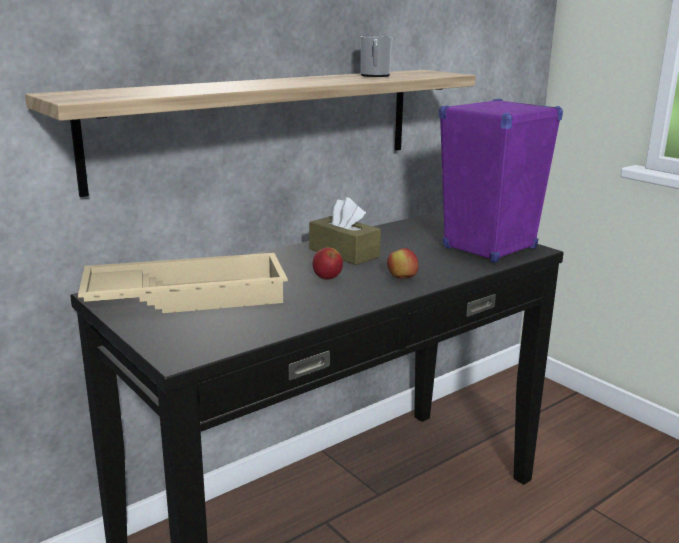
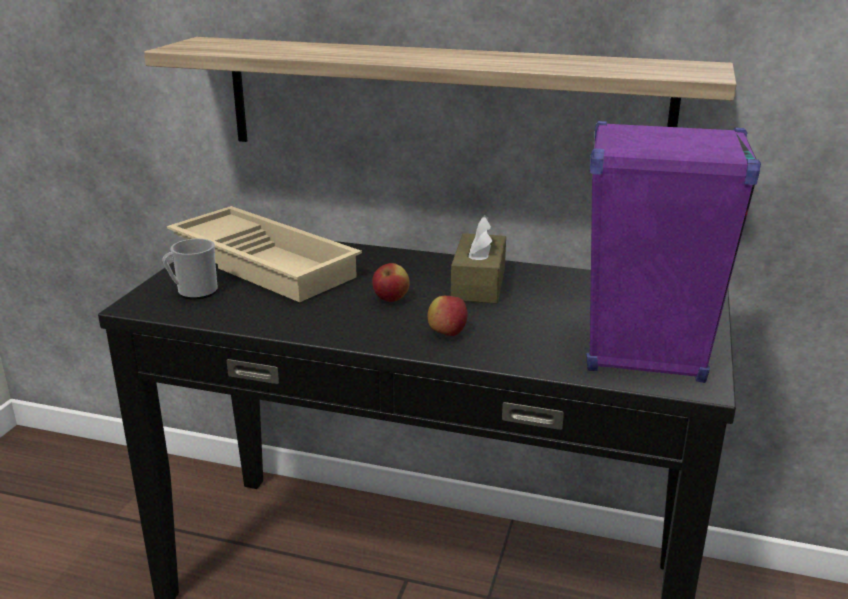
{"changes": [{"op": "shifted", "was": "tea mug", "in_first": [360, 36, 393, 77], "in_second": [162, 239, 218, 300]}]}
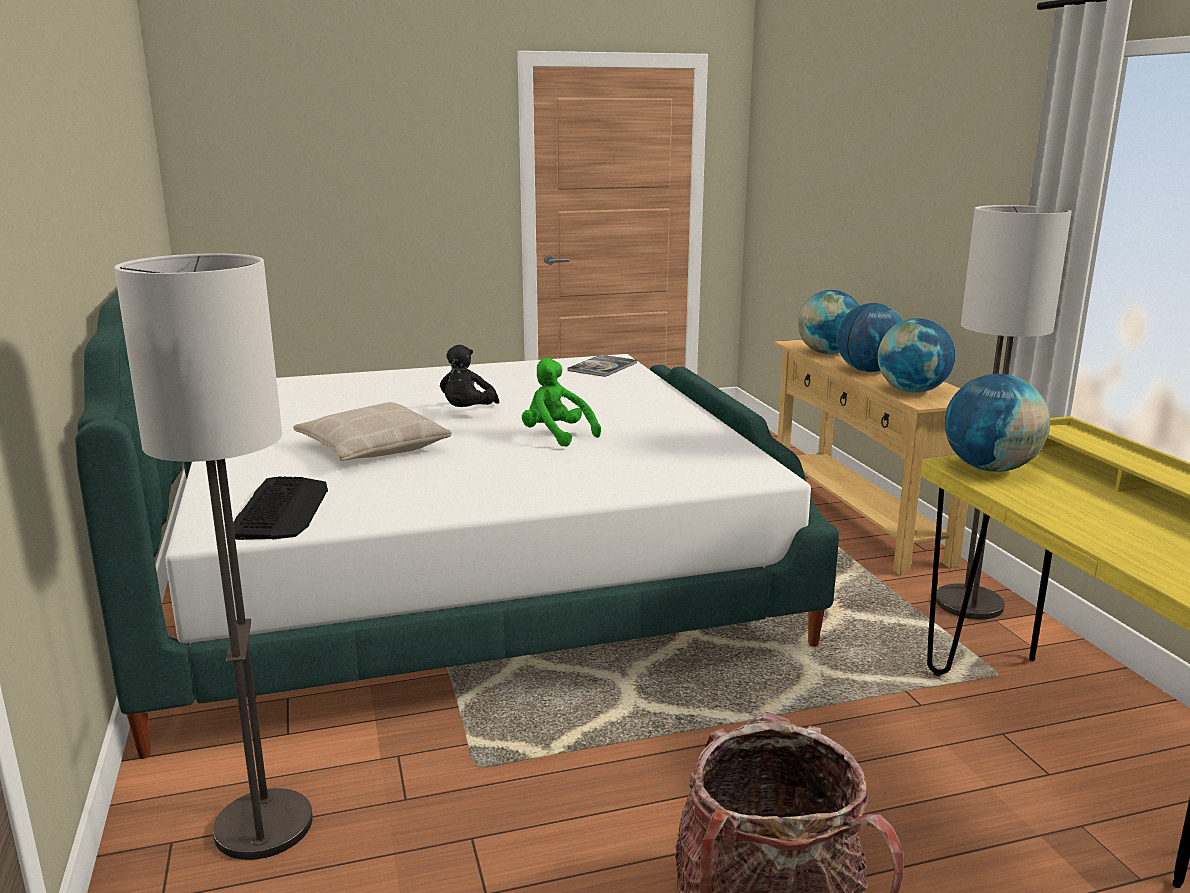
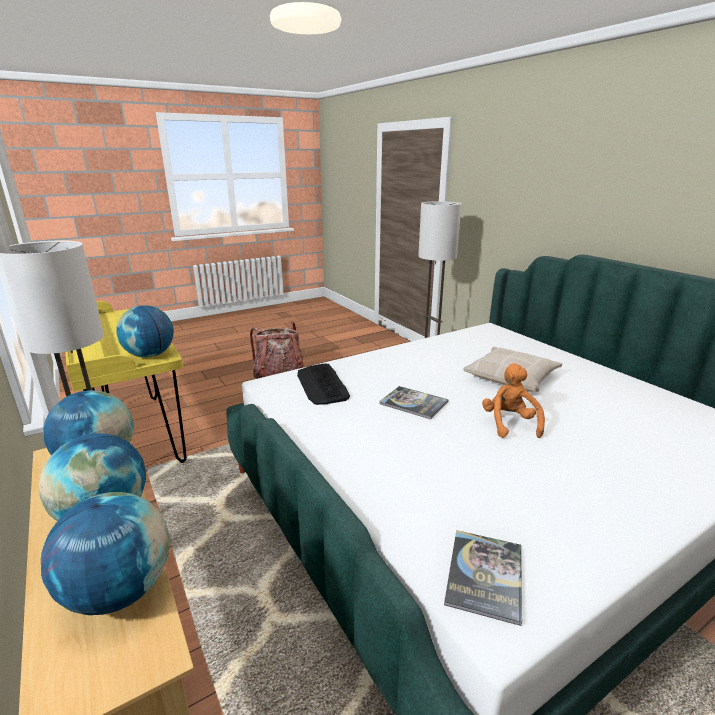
{"changes": [{"op": "shifted", "was": "PC keyboard", "in_first": [233, 477, 328, 540], "in_second": [297, 363, 350, 405]}, {"op": "swapped", "was": "soft toy (greenish)", "now": "bound book", "in_first": [522, 358, 601, 447], "in_second": [379, 386, 449, 419]}, {"op": "repainted", "was": "soft toy (blackish)", "now": "soft toy (orange-coloured)", "in_first": [440, 345, 499, 407], "in_second": [482, 363, 545, 438]}]}
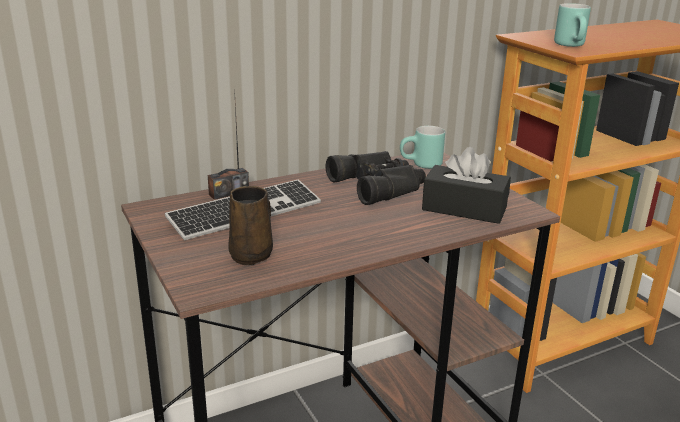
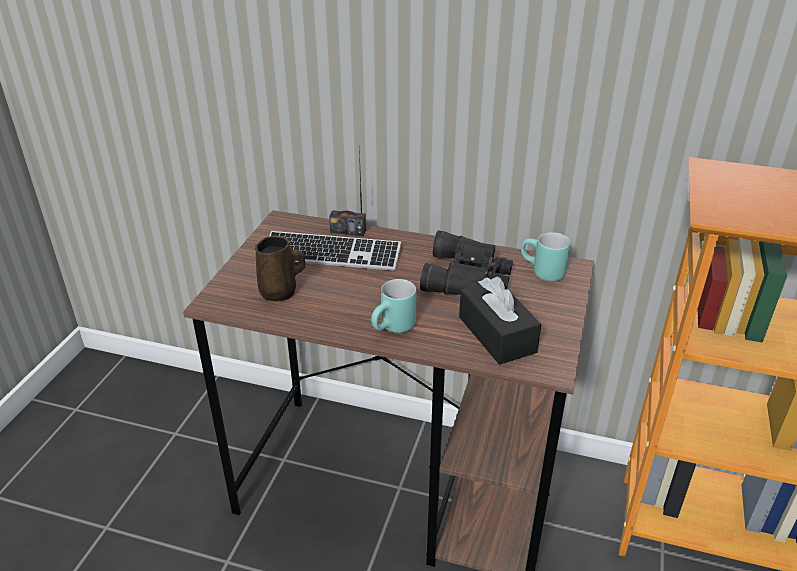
{"changes": [{"op": "shifted", "was": "tea mug (turquoise)", "in_first": [554, 3, 591, 47], "in_second": [371, 279, 416, 333]}]}
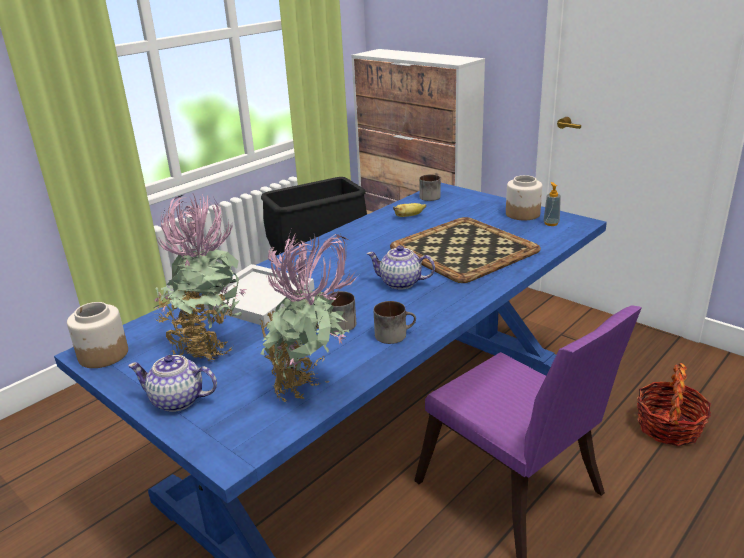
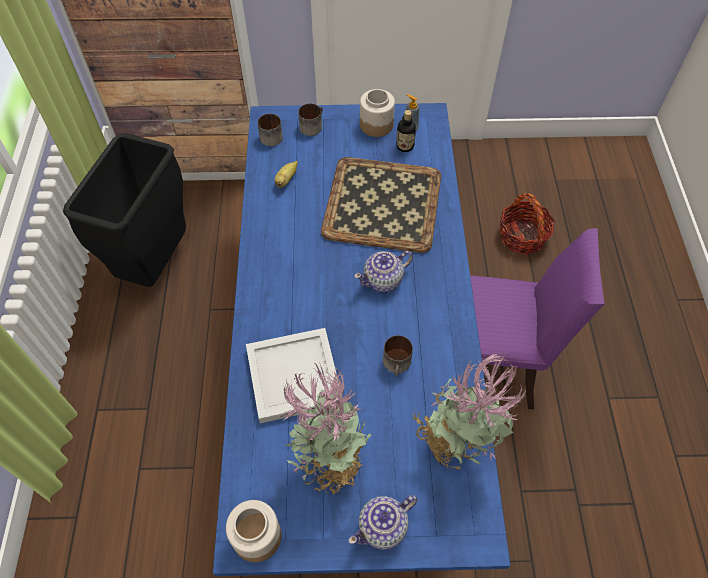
{"changes": [{"op": "new", "now": "drink bottle", "in_second": [396, 110, 416, 152]}, {"op": "shifted", "was": "tea mug", "in_first": [374, 301, 416, 344], "in_second": [298, 103, 323, 136]}]}
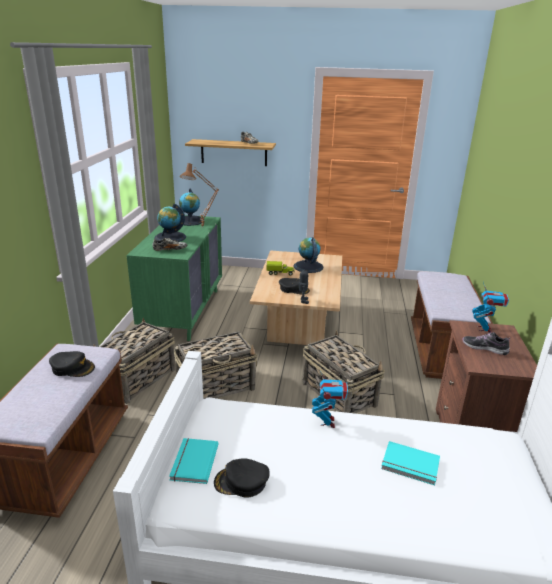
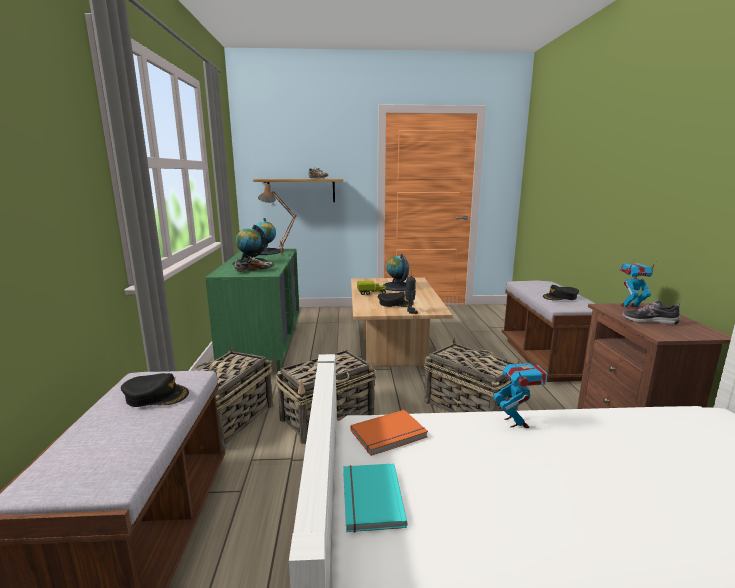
{"changes": [{"op": "gone", "was": "bound book (turquoise)", "in_first": [381, 441, 440, 485]}, {"op": "new", "now": "bound book (orange-coloured)", "in_second": [351, 410, 428, 456]}, {"op": "shifted", "was": "cap (blackish)", "in_first": [214, 458, 270, 498], "in_second": [543, 285, 579, 300]}, {"op": "rotated", "was": "model robot", "in_first": [472, 283, 509, 333], "in_second": [620, 259, 657, 309], "clockwise": -90}]}
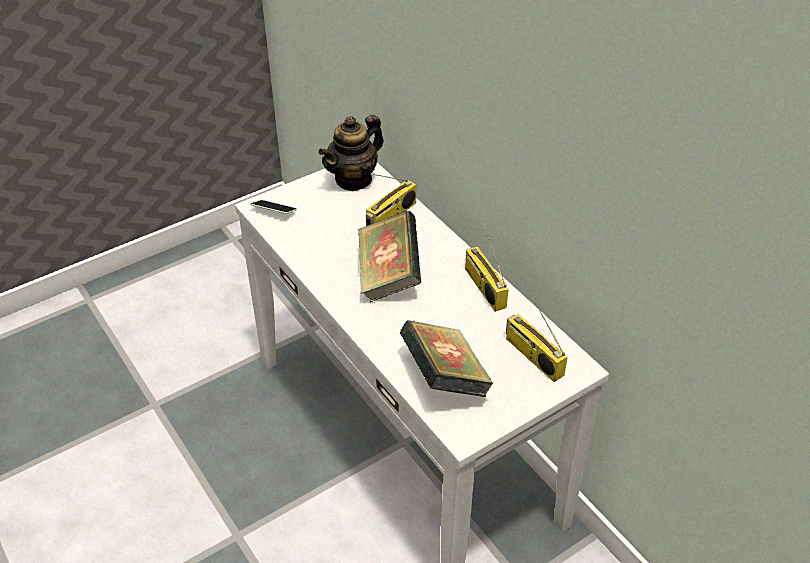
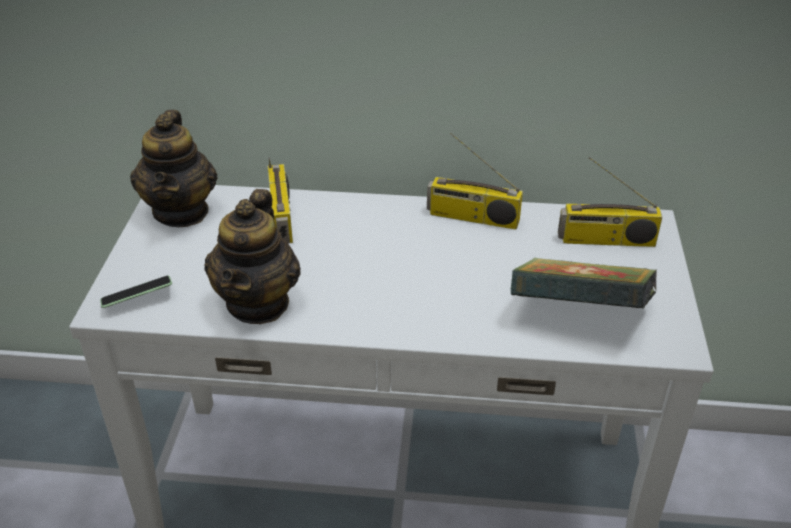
{"changes": [{"op": "gone", "was": "bound book", "in_first": [358, 210, 421, 302]}, {"op": "new", "now": "pot for tea", "in_second": [204, 189, 301, 324]}]}
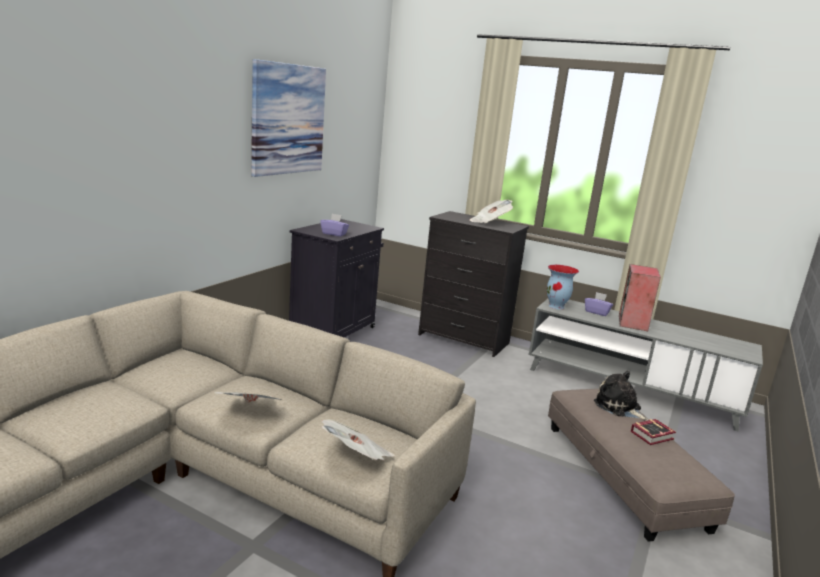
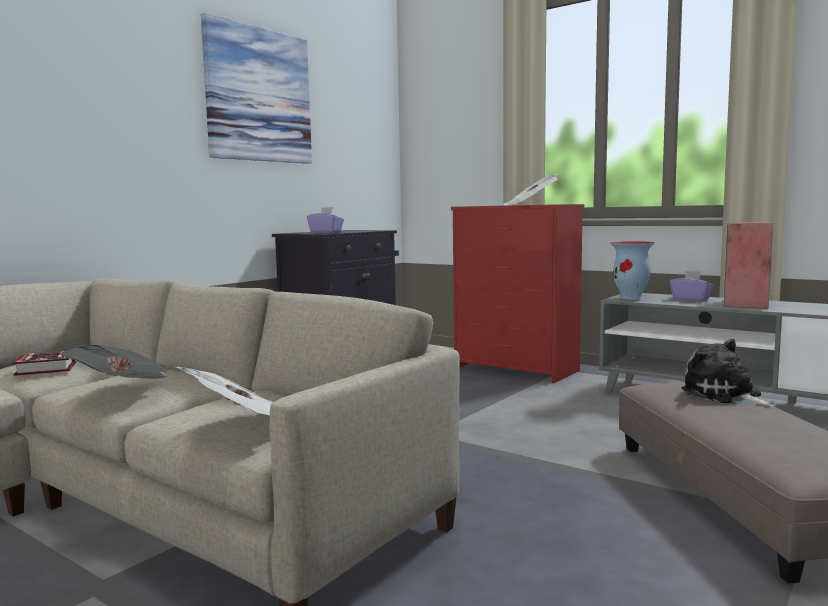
{"changes": [{"op": "shifted", "was": "bound book", "in_first": [631, 419, 676, 445], "in_second": [12, 351, 76, 376]}, {"op": "repainted", "was": "chest of drawers (blackish)", "now": "chest of drawers (red-coloured)", "in_first": [418, 211, 529, 357], "in_second": [451, 204, 584, 383]}]}
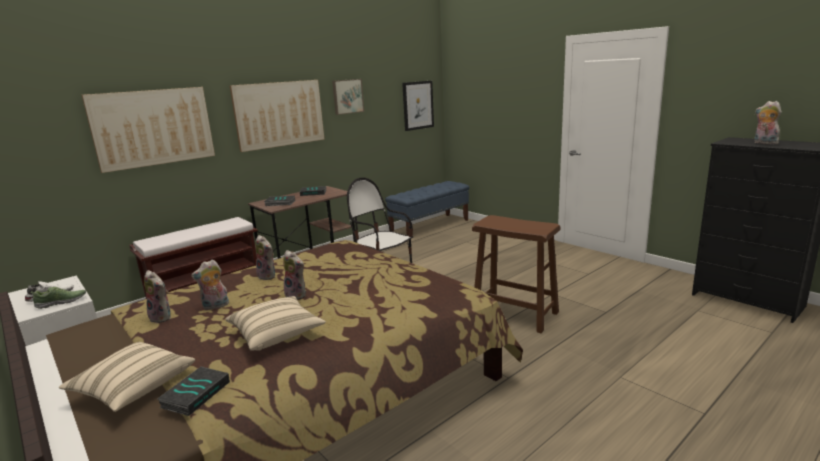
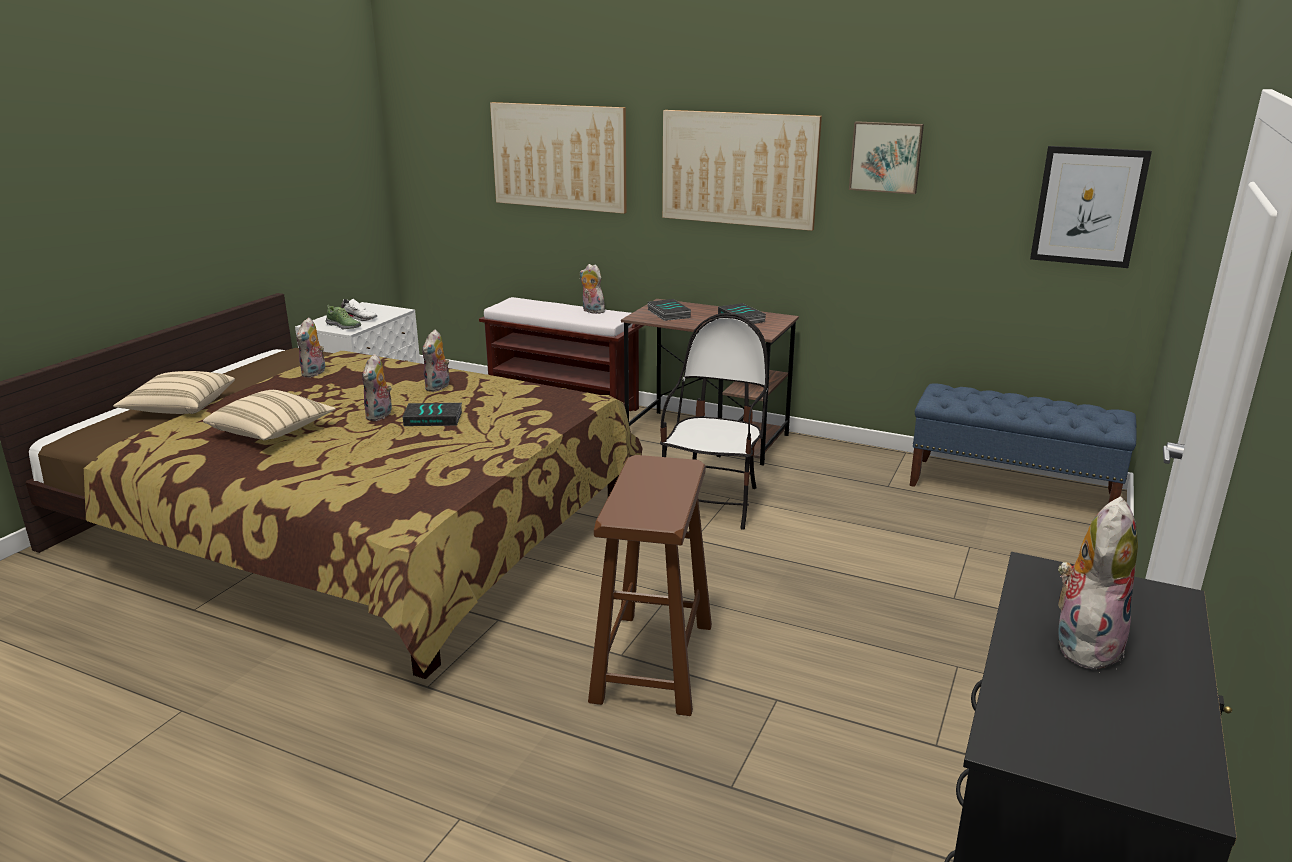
{"changes": [{"op": "shifted", "was": "bound book", "in_first": [157, 366, 230, 416], "in_second": [403, 403, 462, 426]}, {"op": "shifted", "was": "soft toy", "in_first": [191, 260, 229, 310], "in_second": [580, 264, 605, 314]}]}
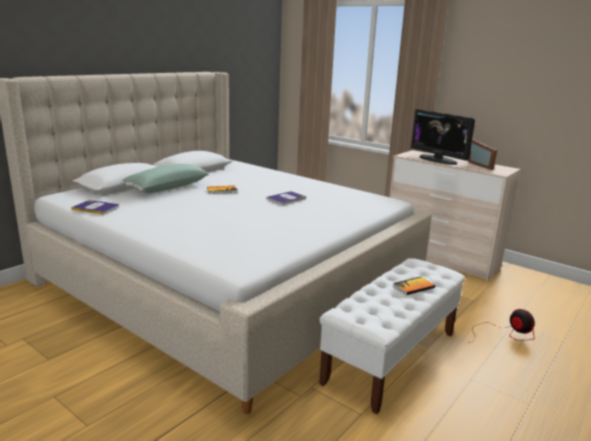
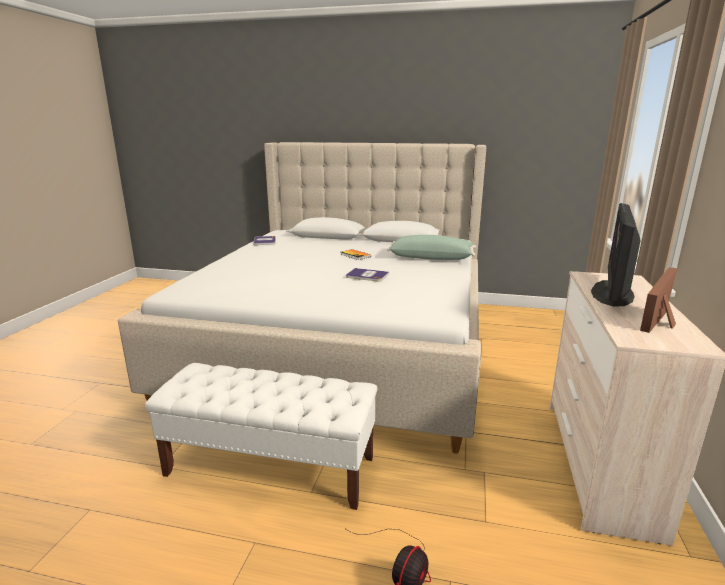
{"changes": [{"op": "gone", "was": "bound book", "in_first": [393, 277, 435, 295]}, {"op": "shifted", "was": "cushion (greenish)", "in_first": [121, 164, 209, 193], "in_second": [387, 235, 476, 260]}]}
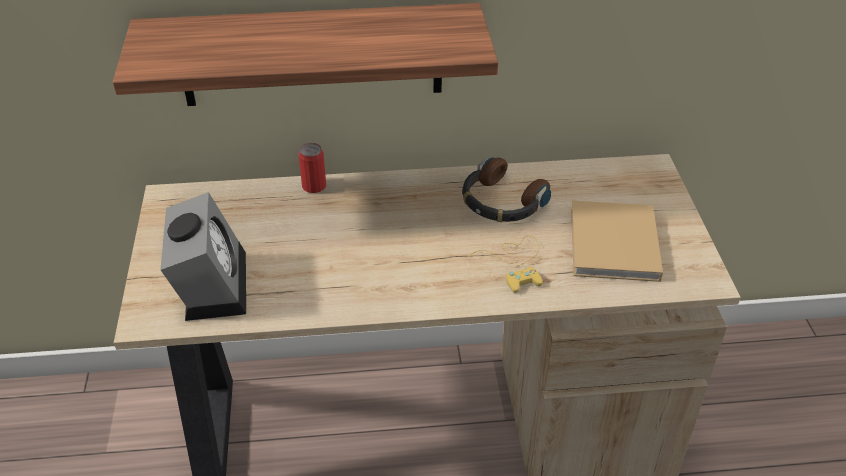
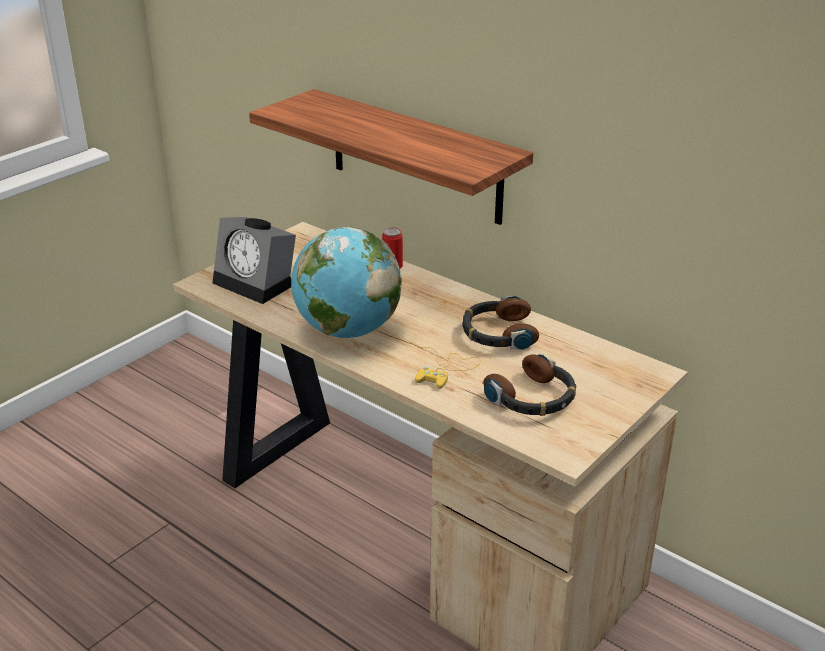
{"changes": [{"op": "new", "now": "world globe", "in_second": [291, 227, 402, 338]}, {"op": "swapped", "was": "bound book (beige)", "now": "headphones", "in_first": [571, 201, 663, 282], "in_second": [483, 354, 576, 416]}, {"op": "rotated", "was": "table clock", "in_first": [160, 192, 246, 321], "in_second": [212, 217, 296, 304], "clockwise": 90}]}
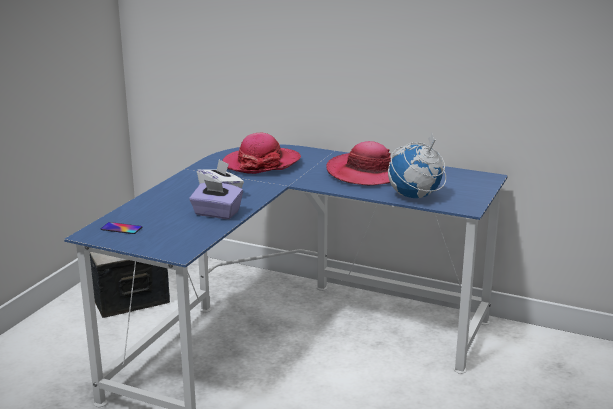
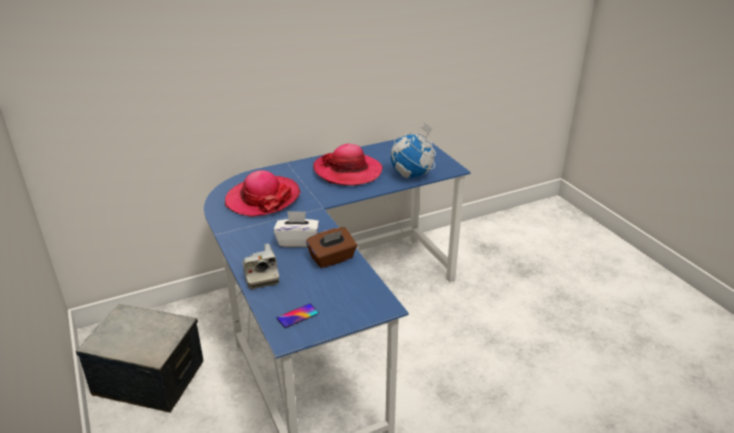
{"changes": [{"op": "new", "now": "photo camera", "in_second": [242, 244, 279, 289]}, {"op": "repainted", "was": "tissue box (purplish)", "now": "tissue box (brown-coloured)", "in_first": [189, 180, 243, 219], "in_second": [306, 228, 357, 268]}]}
